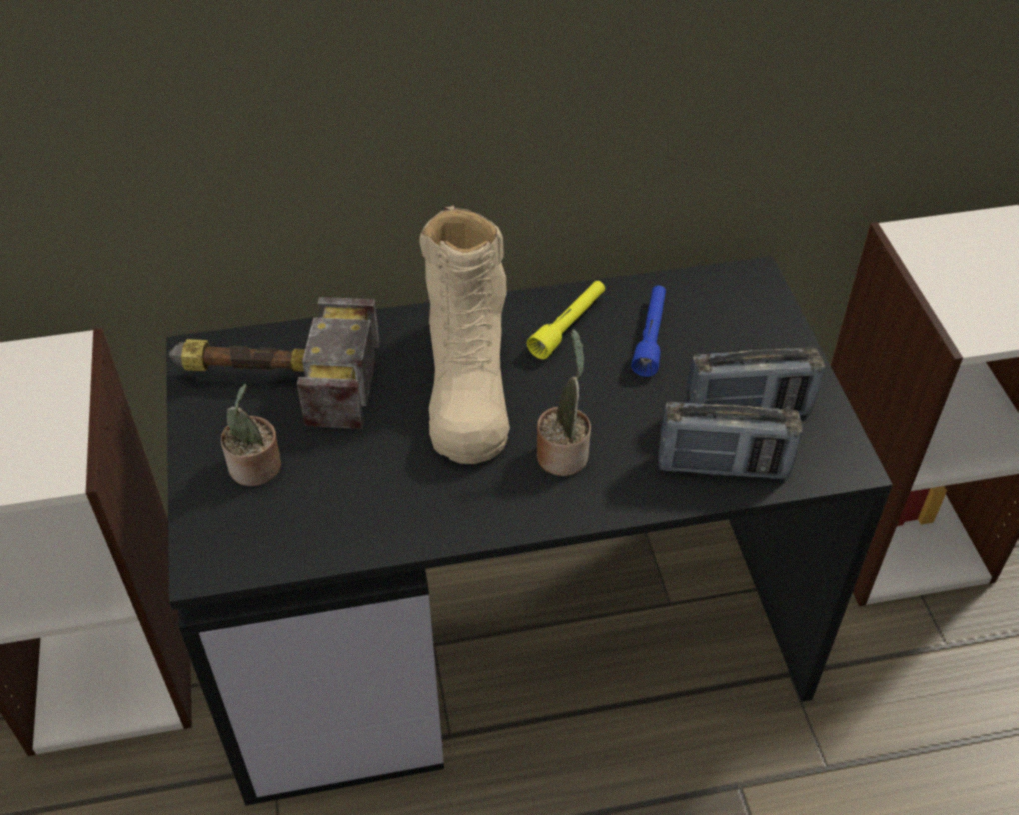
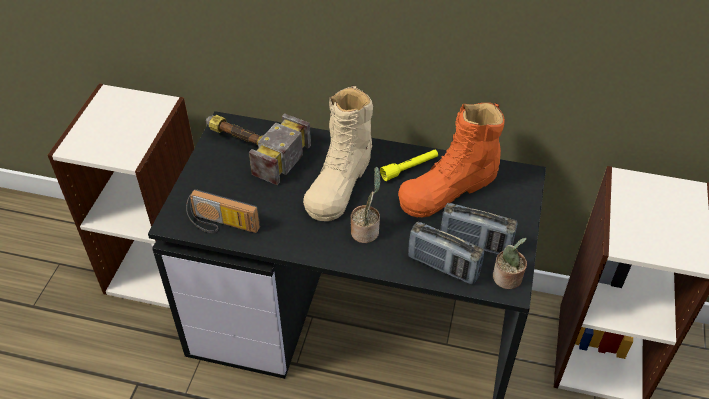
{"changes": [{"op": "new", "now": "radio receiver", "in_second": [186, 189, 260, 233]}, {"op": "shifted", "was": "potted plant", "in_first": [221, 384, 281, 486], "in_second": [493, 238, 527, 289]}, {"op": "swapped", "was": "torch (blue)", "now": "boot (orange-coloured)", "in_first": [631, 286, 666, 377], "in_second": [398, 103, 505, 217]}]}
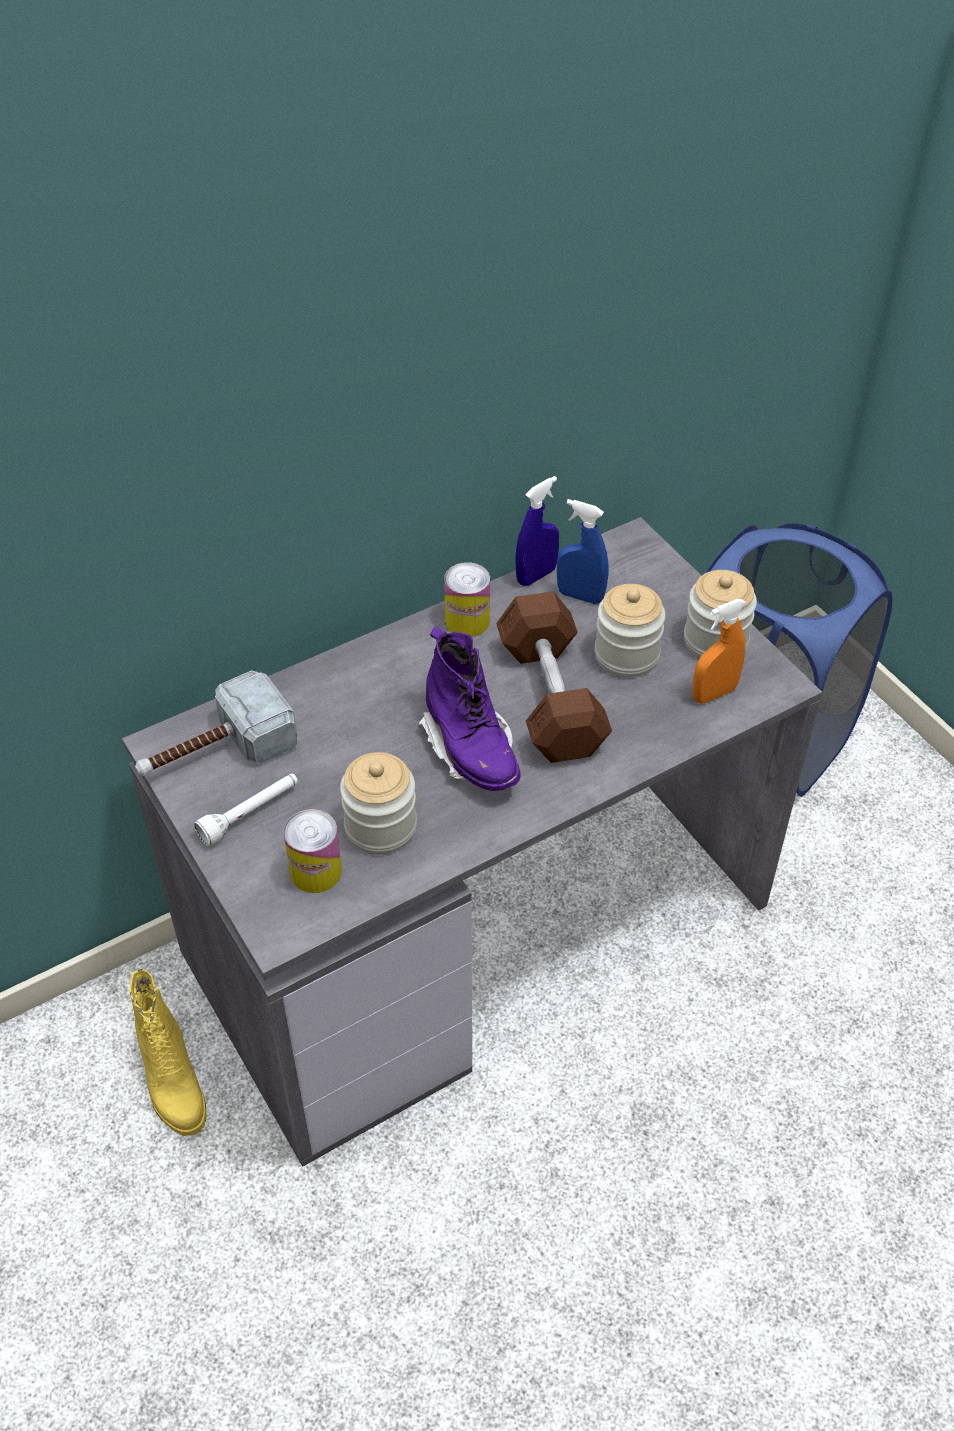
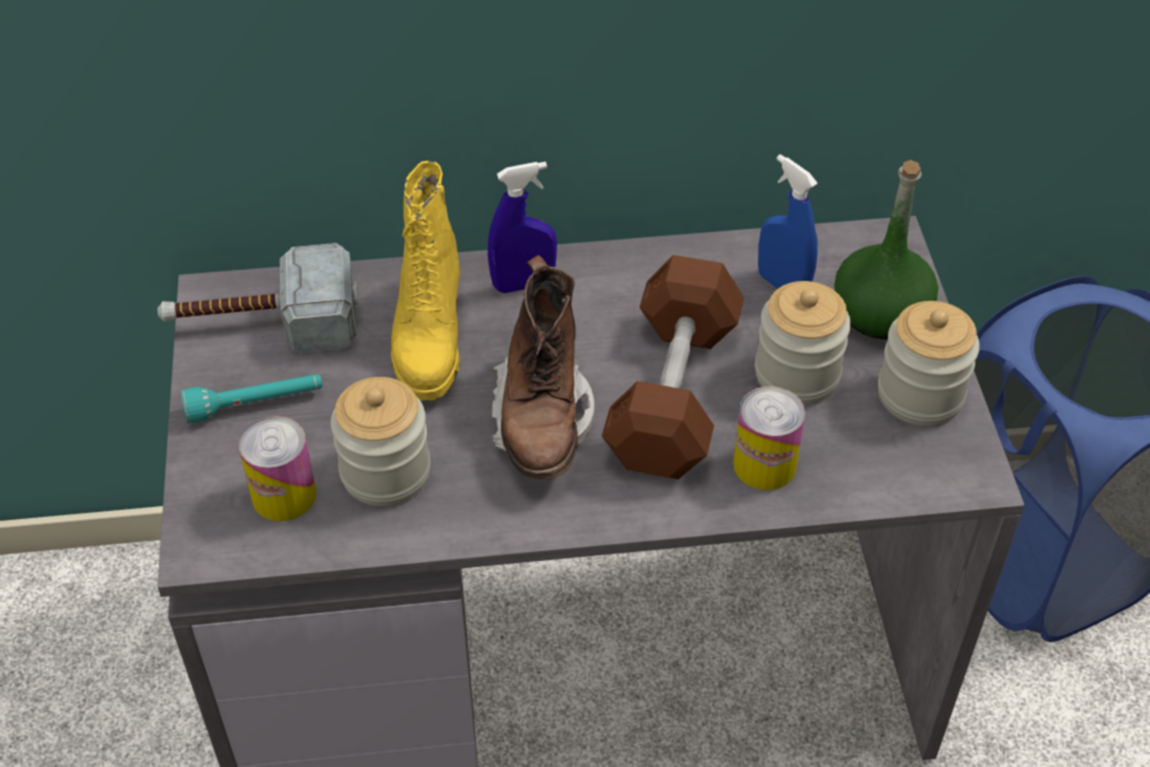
{"changes": [{"op": "gone", "was": "sprayer (orange-coloured)", "in_first": [693, 599, 747, 703]}, {"op": "new", "now": "drink bottle (greenish)", "in_second": [835, 160, 938, 339]}, {"op": "shifted", "was": "boot (yellowish)", "in_first": [130, 969, 206, 1136], "in_second": [391, 161, 460, 401]}, {"op": "shifted", "was": "metal can", "in_first": [444, 562, 490, 637], "in_second": [733, 386, 805, 490]}, {"op": "shifted", "was": "sprayer (blue)", "in_first": [515, 476, 559, 586], "in_second": [488, 162, 557, 293]}, {"op": "repainted", "was": "torch (whitish)", "now": "torch (turquoise)", "in_first": [194, 774, 298, 846], "in_second": [181, 374, 323, 423]}, {"op": "repainted", "was": "boot (purplish)", "now": "boot (brown-coloured)", "in_first": [418, 627, 521, 791], "in_second": [492, 255, 594, 479]}]}
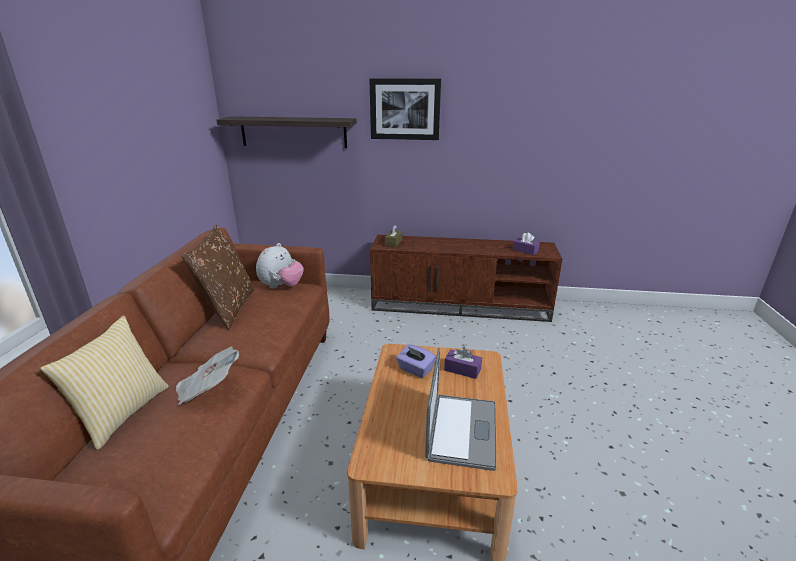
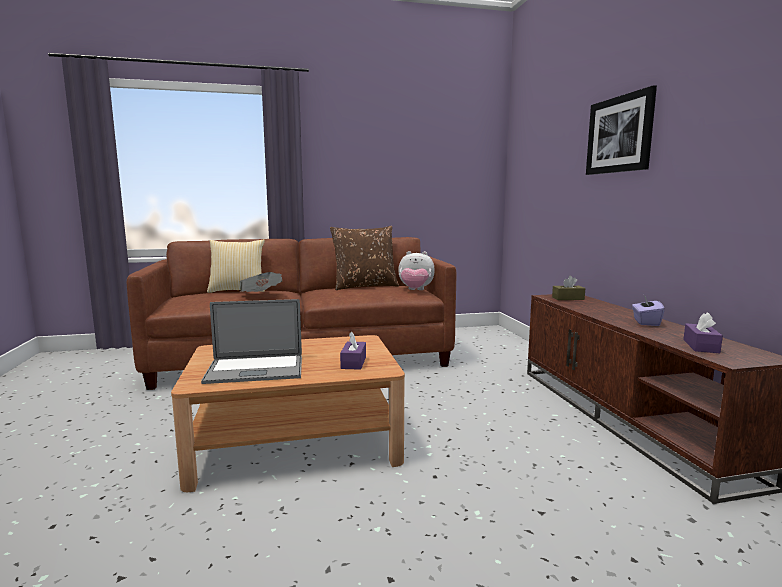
{"changes": [{"op": "gone", "was": "shelf", "in_first": [216, 116, 357, 148]}, {"op": "shifted", "was": "tissue box (purplish)", "in_first": [396, 344, 436, 378], "in_second": [632, 295, 665, 326]}]}
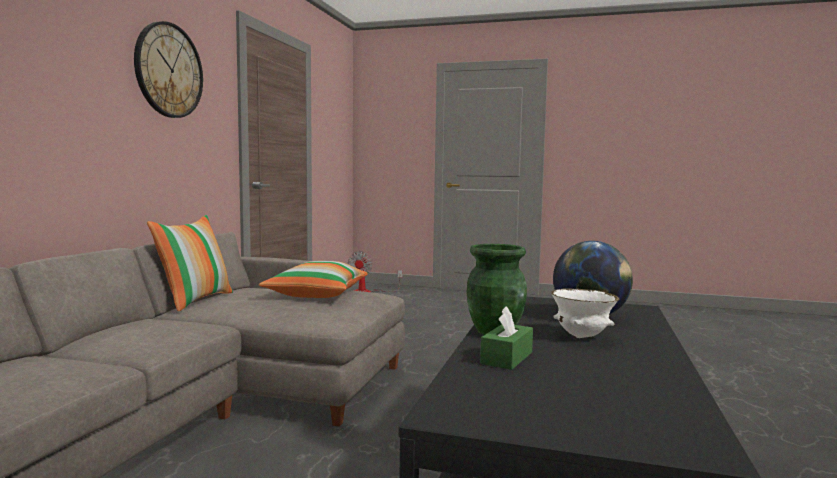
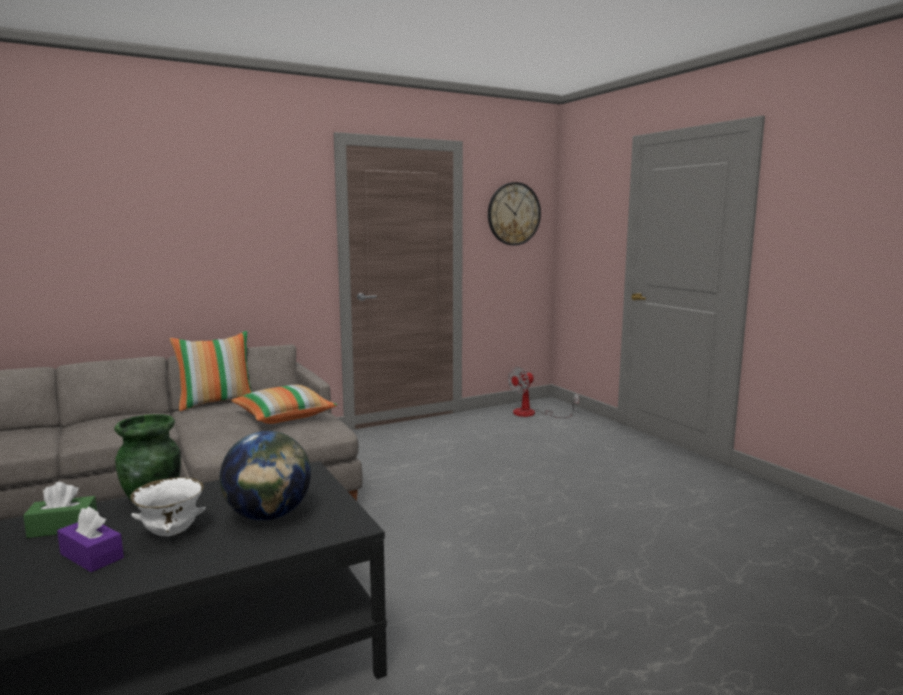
{"changes": [{"op": "new", "now": "tissue box (purplish)", "in_second": [57, 507, 124, 572]}, {"op": "shifted", "was": "hanging clock", "in_first": [134, 21, 203, 118], "in_second": [488, 182, 541, 246]}]}
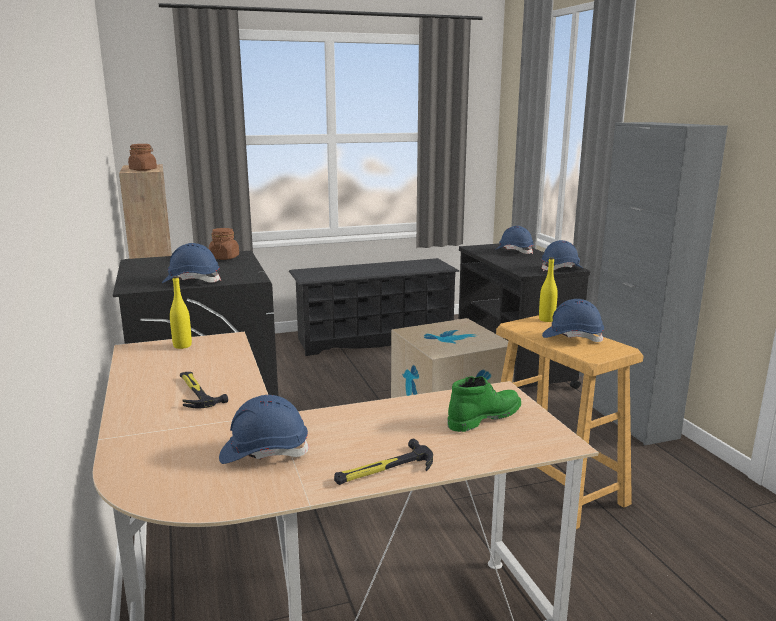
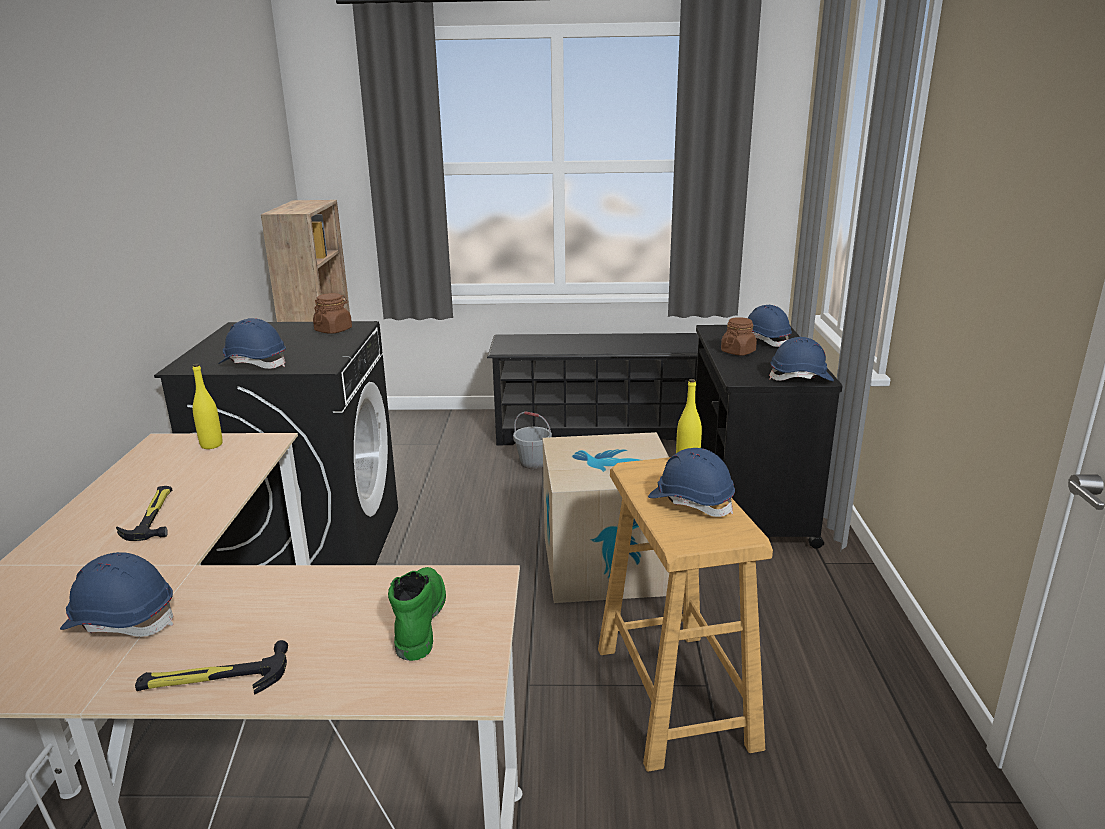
{"changes": [{"op": "gone", "was": "storage cabinet (grey)", "in_first": [593, 122, 728, 445]}, {"op": "new", "now": "bucket (grey)", "in_second": [513, 411, 552, 469]}, {"op": "shifted", "was": "jar (brown-coloured)", "in_first": [128, 144, 157, 171], "in_second": [721, 317, 757, 356]}, {"op": "rotated", "was": "boot (greenish)", "in_first": [447, 376, 521, 432], "in_second": [388, 567, 446, 661], "clockwise": -75}]}
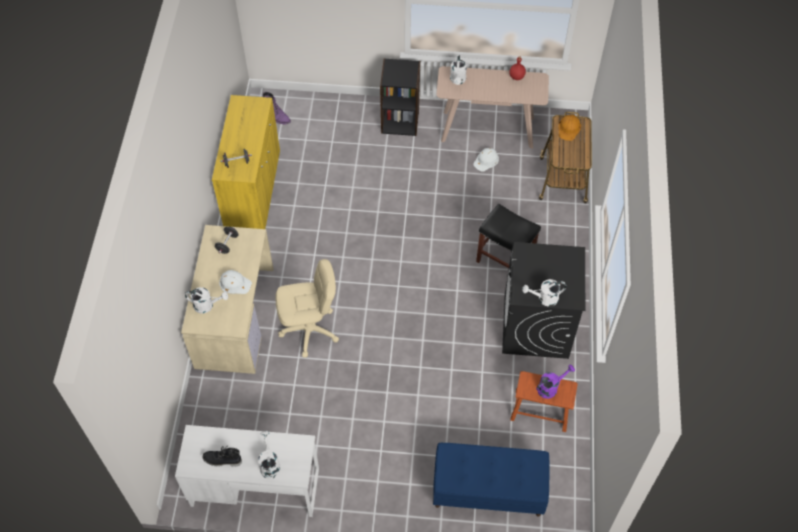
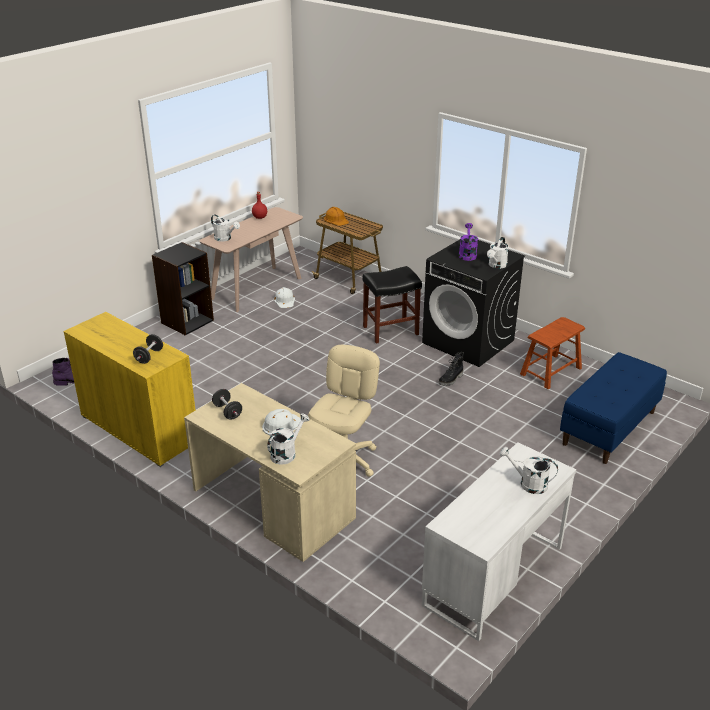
{"changes": [{"op": "shifted", "was": "boot (blackish)", "in_first": [202, 446, 242, 467], "in_second": [438, 352, 464, 386]}, {"op": "shifted", "was": "sprinkling can (purplish)", "in_first": [536, 364, 575, 399], "in_second": [459, 223, 478, 261]}]}
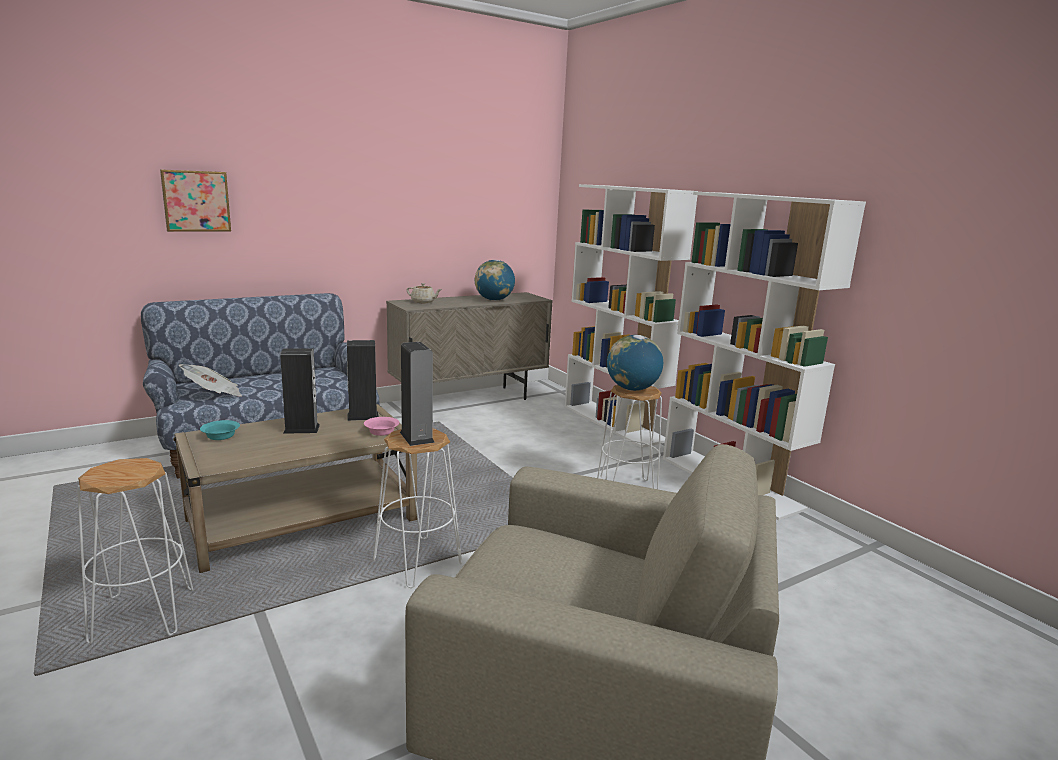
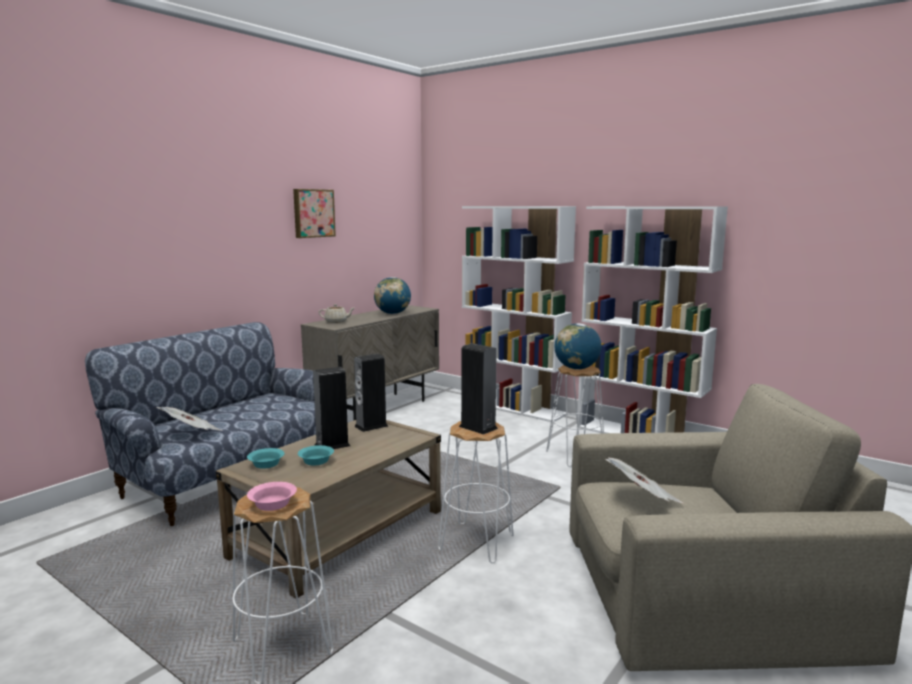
{"changes": [{"op": "new", "now": "serving bowl (turquoise)", "in_second": [298, 445, 334, 466]}, {"op": "new", "now": "daily paper", "in_second": [605, 458, 684, 503]}, {"op": "shifted", "was": "wall picture", "in_first": [160, 169, 231, 232], "in_second": [293, 189, 336, 238]}, {"op": "shifted", "was": "serving bowl (pinkish)", "in_first": [364, 417, 399, 436], "in_second": [247, 482, 297, 511]}]}
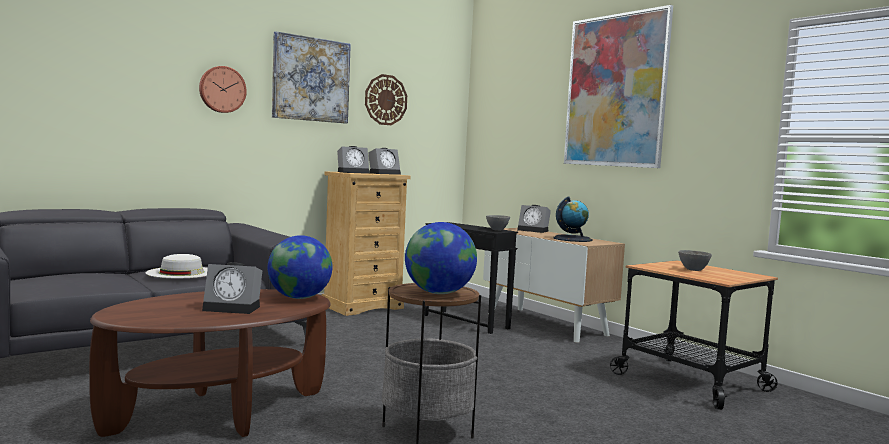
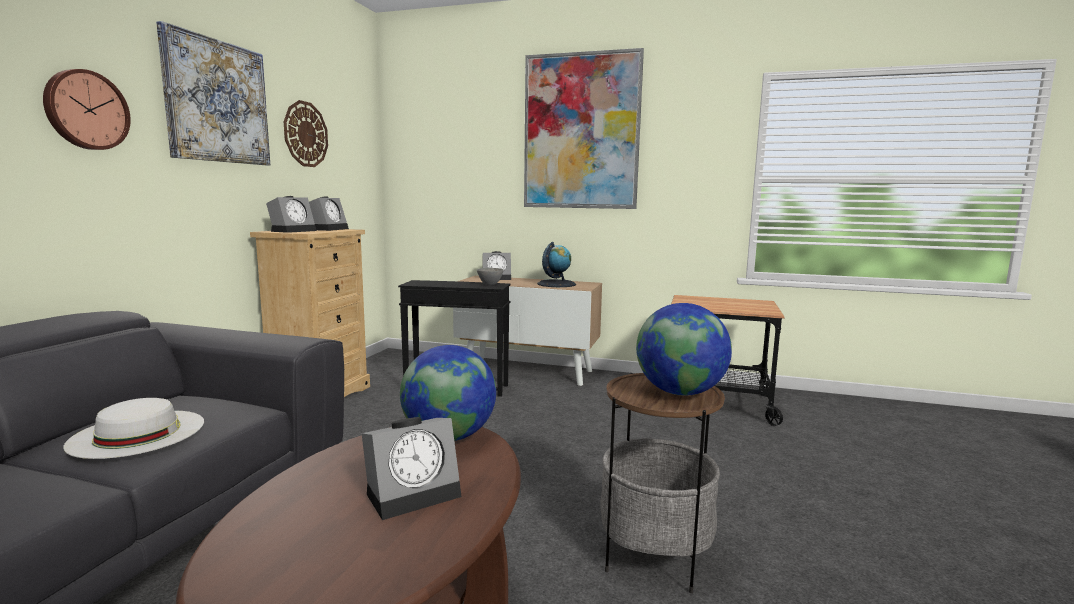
{"changes": [{"op": "gone", "was": "serving bowl (grey)", "in_first": [678, 250, 712, 271]}]}
